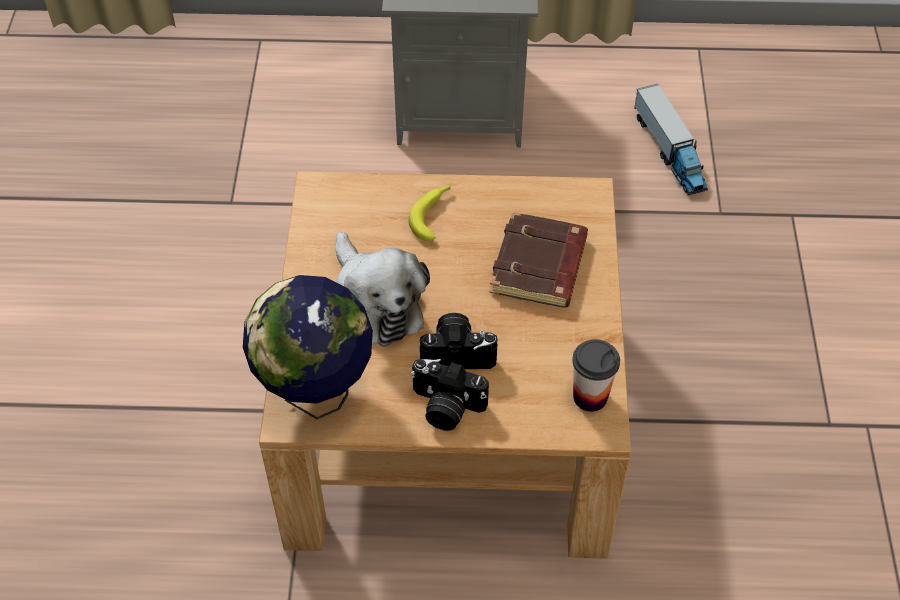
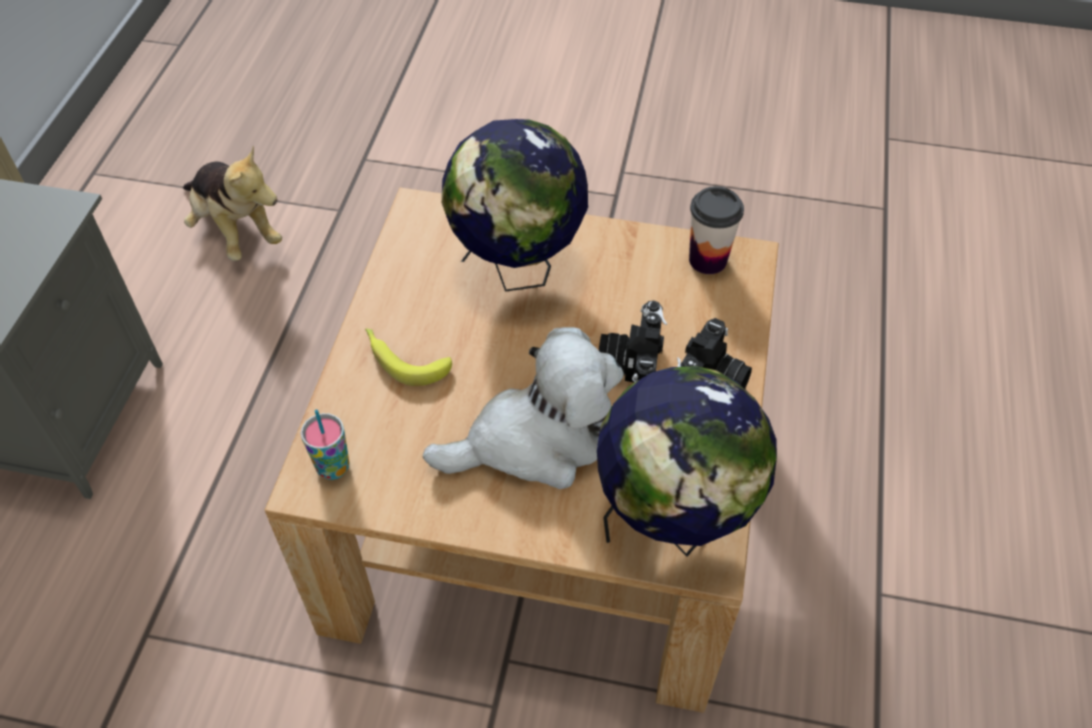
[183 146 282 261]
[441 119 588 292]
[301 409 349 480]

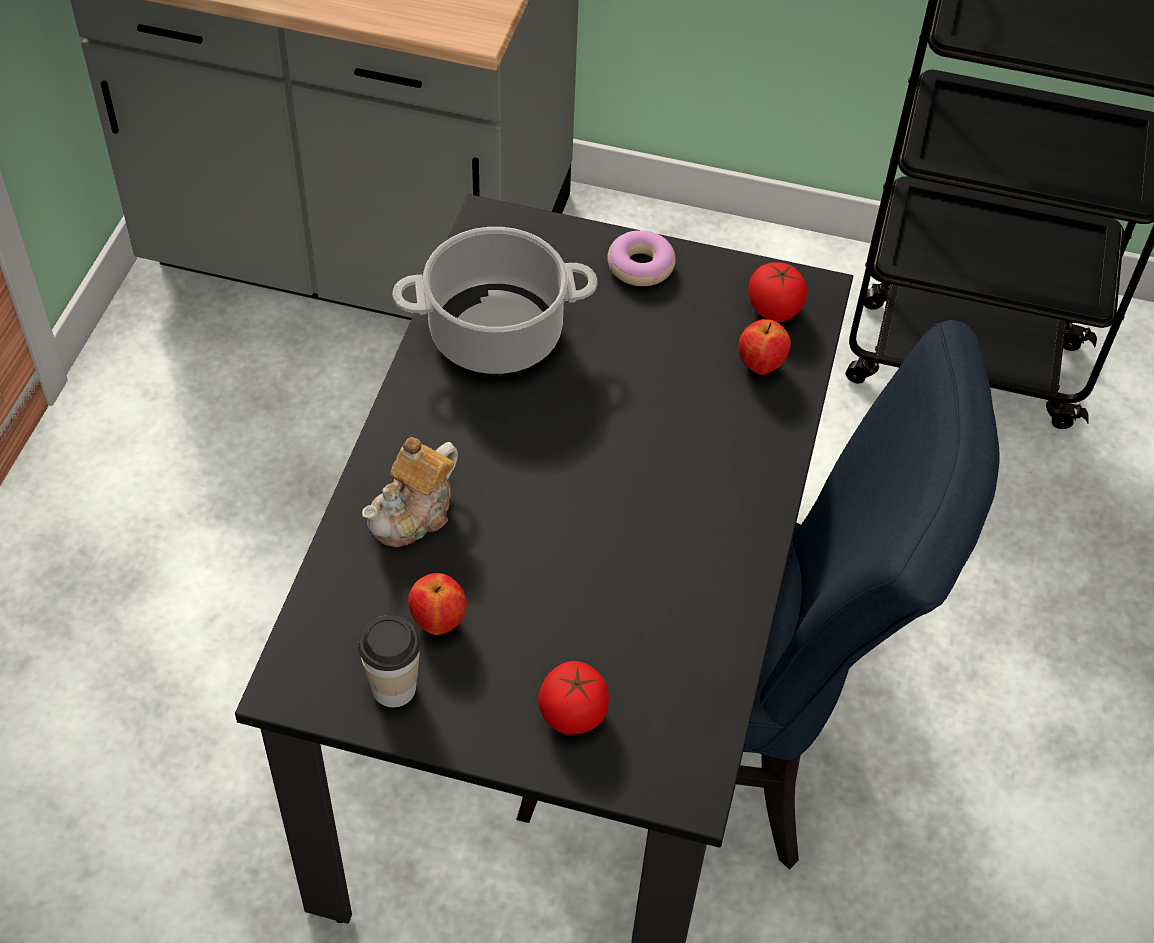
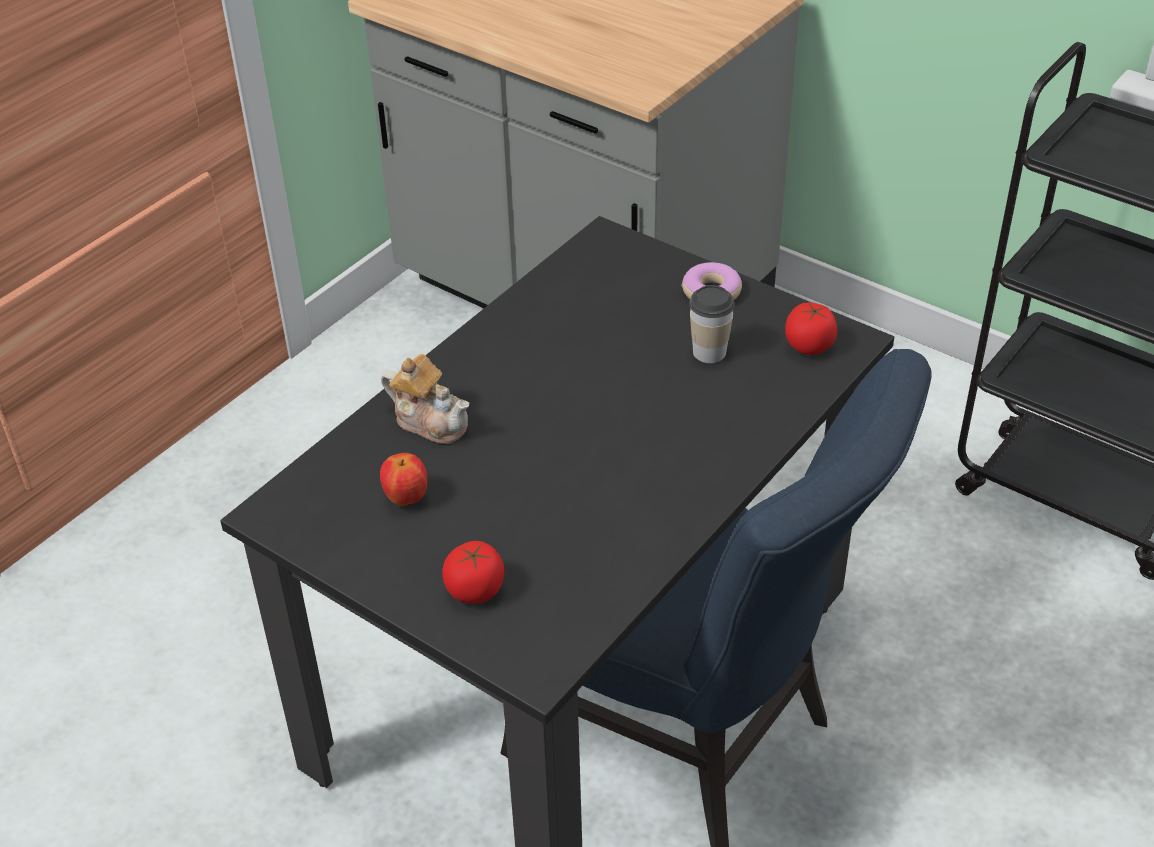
[393 227 597 375] (first image)
[738 319 791 375] (first image)
[381 354 469 444]
[689 285 735 363]

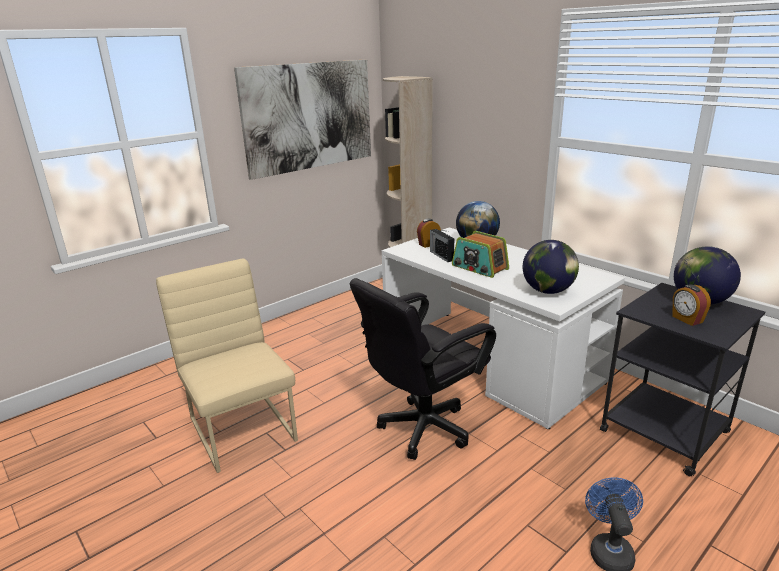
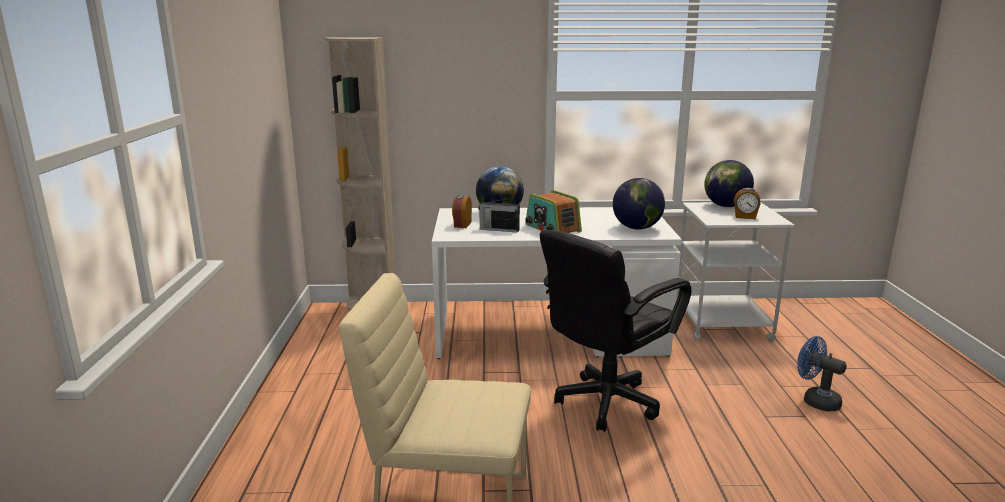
[234 60 371 180] (first image)
[525 190 582 233]
[540 229 692 432]
[676 202 794 341]

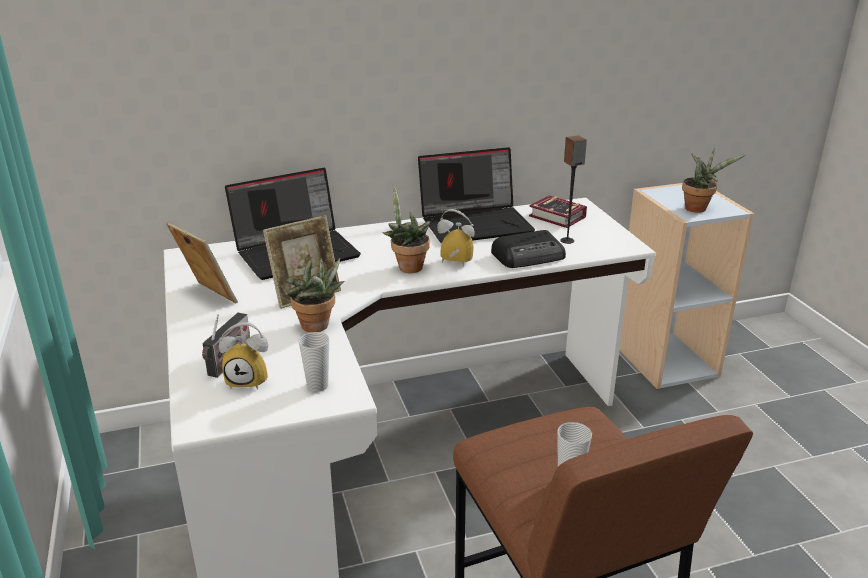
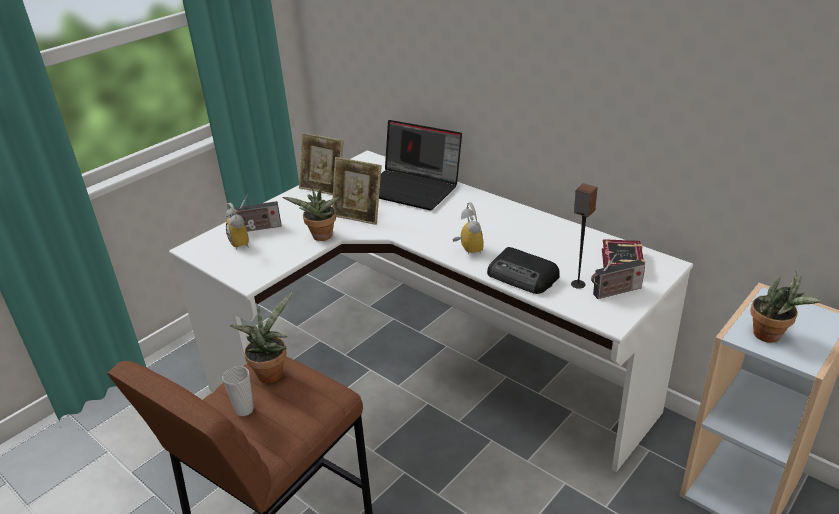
[418 147 535 244] (first image)
[230 292 293 383]
[299 133 344 195]
[298 332 329 392] (first image)
[591 254 645 299]

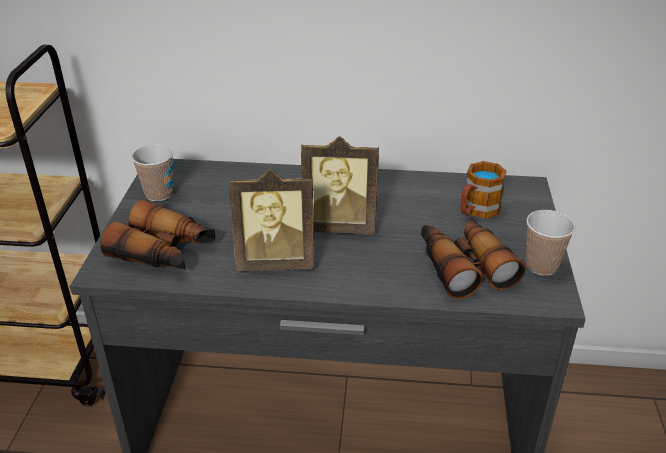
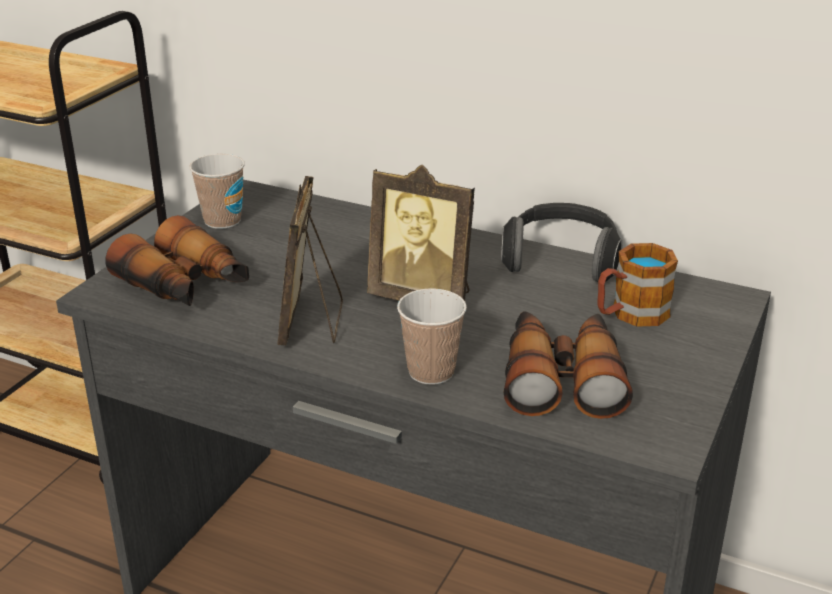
[277 176 343 345]
[397 288 467 385]
[501 203 622 282]

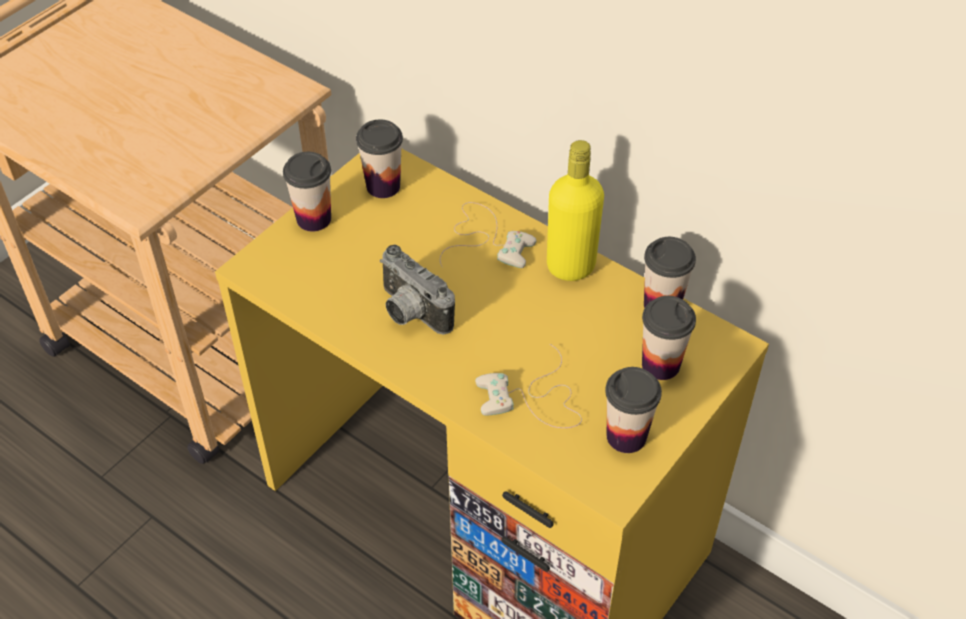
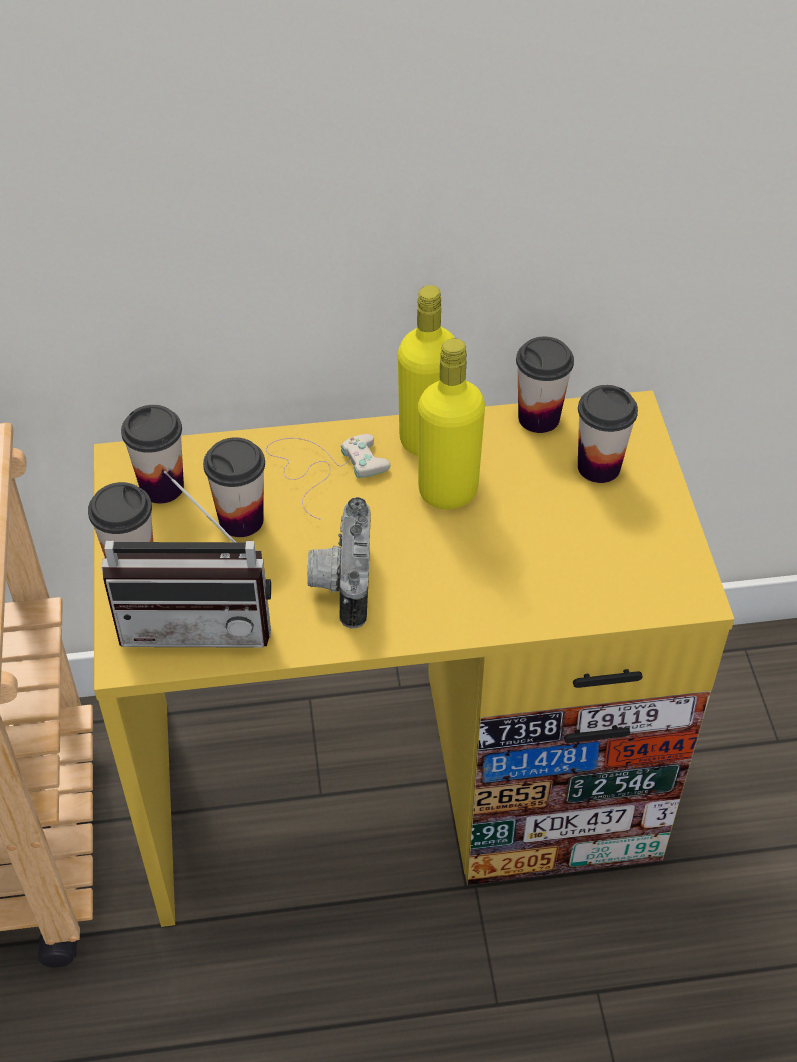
[307 497 371 629]
[475 344 582 428] (first image)
[203 437 265 537]
[418 339 485 509]
[101 471 271 648]

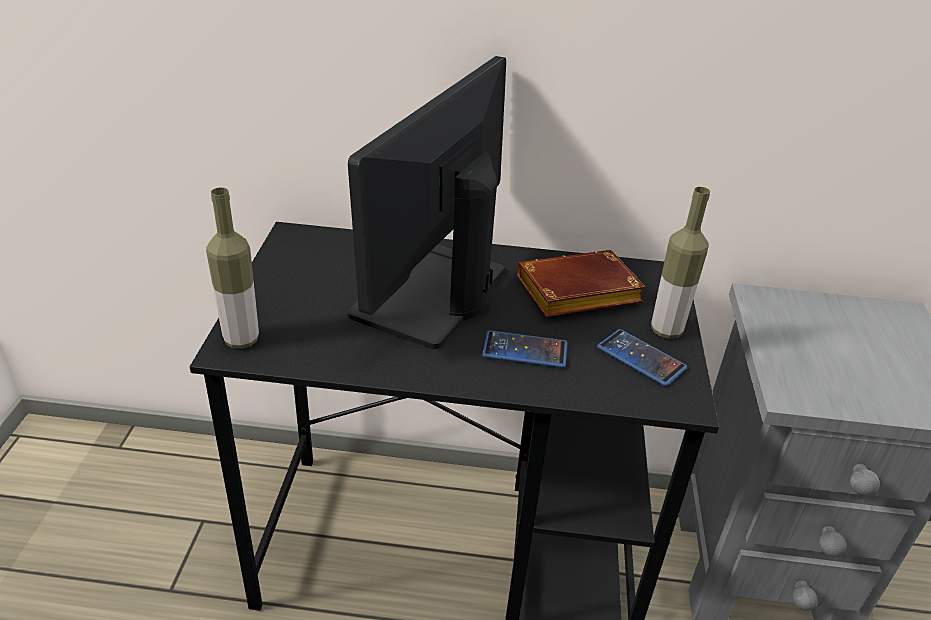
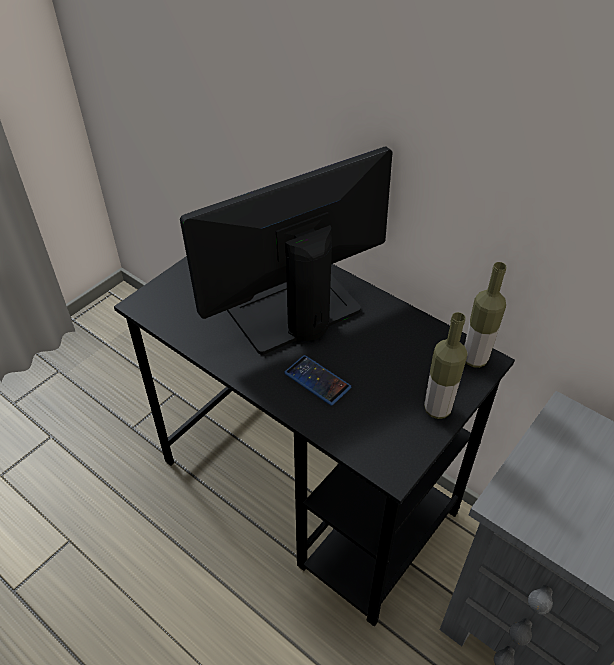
[464 262 507 368]
[517 250 646 317] (first image)
[597 329 687 386] (first image)

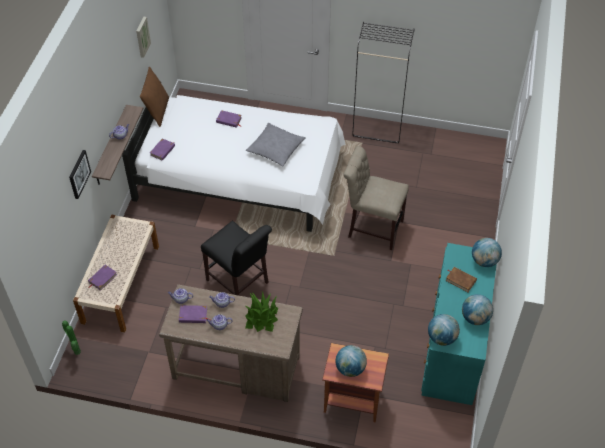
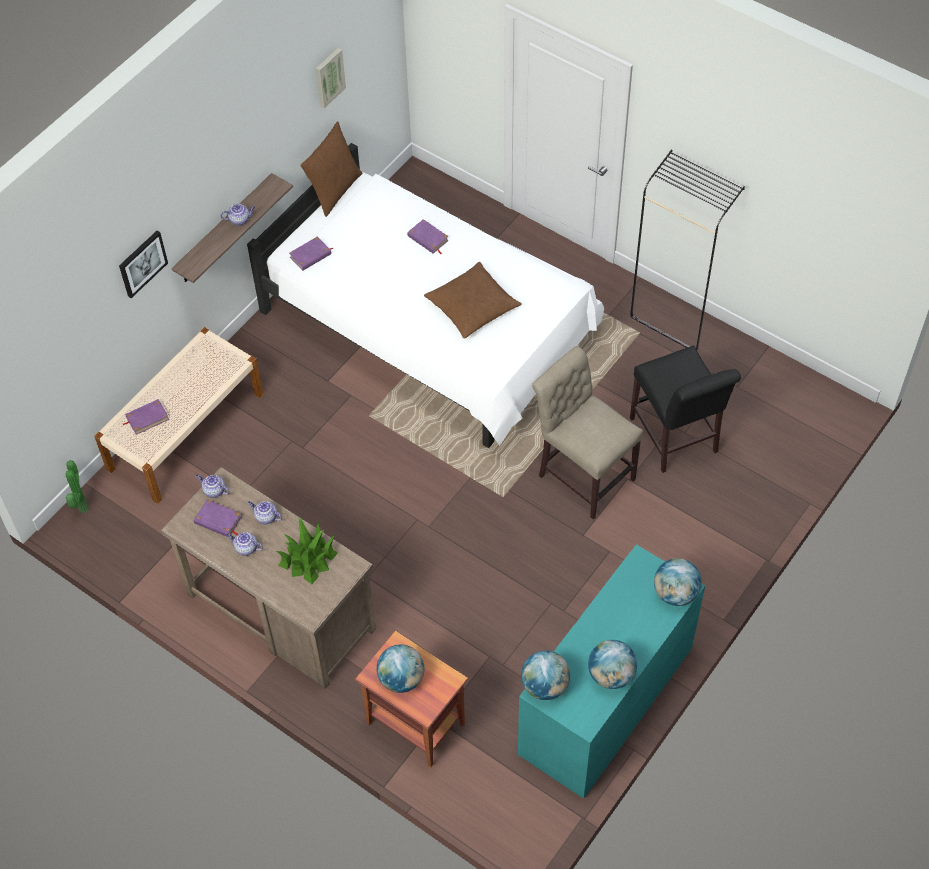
[424 262 522 339]
[630 345 741 473]
[445 267 477 292] (first image)

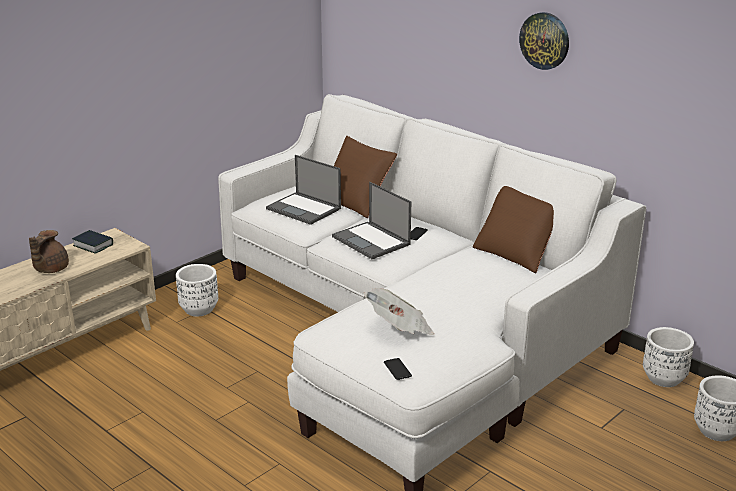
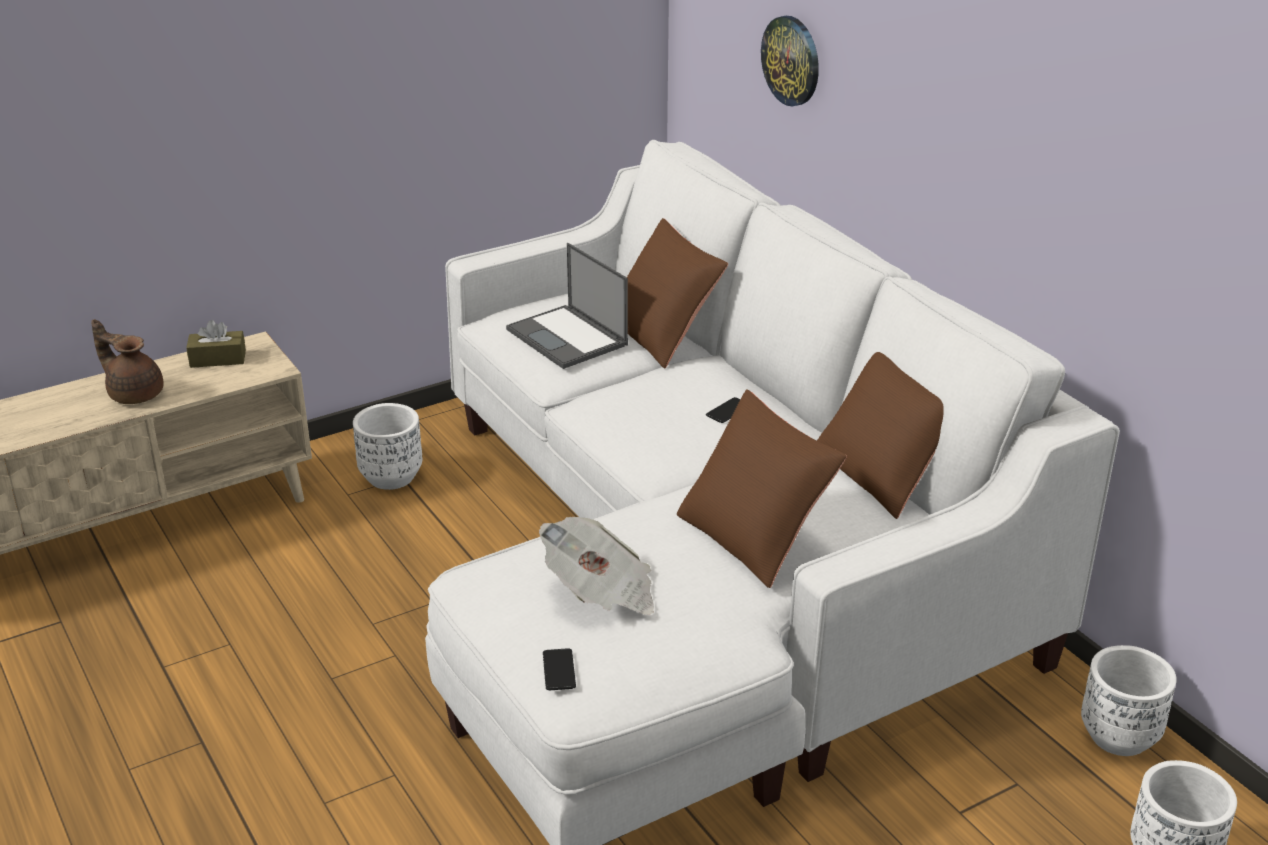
[761 16 819 106]
[332 182 411 259] (first image)
[91 319 164 404]
[186 320 246 368]
[677 389 847 588]

